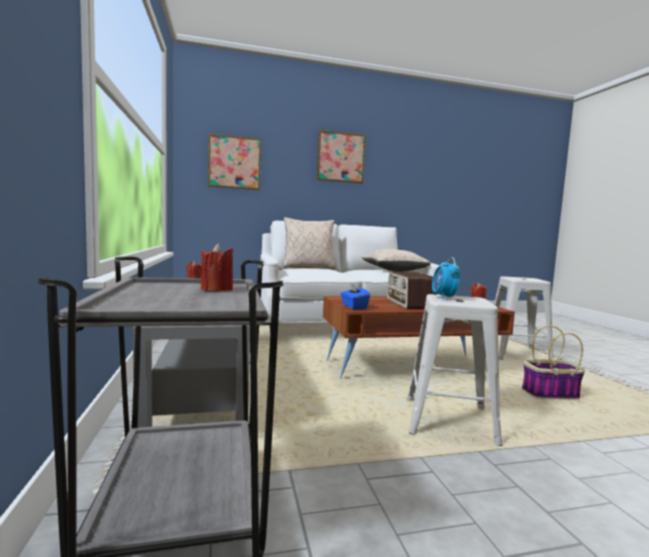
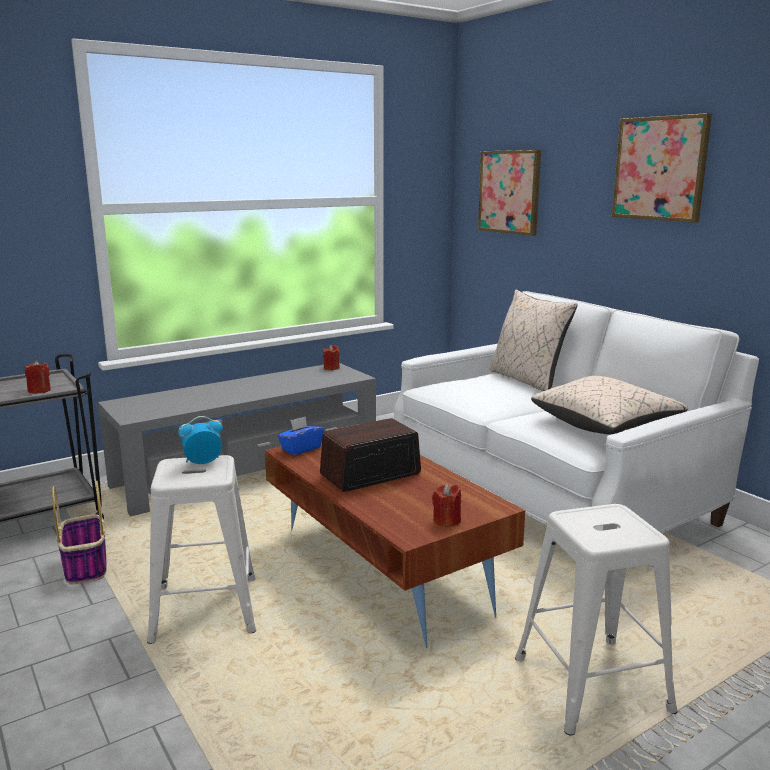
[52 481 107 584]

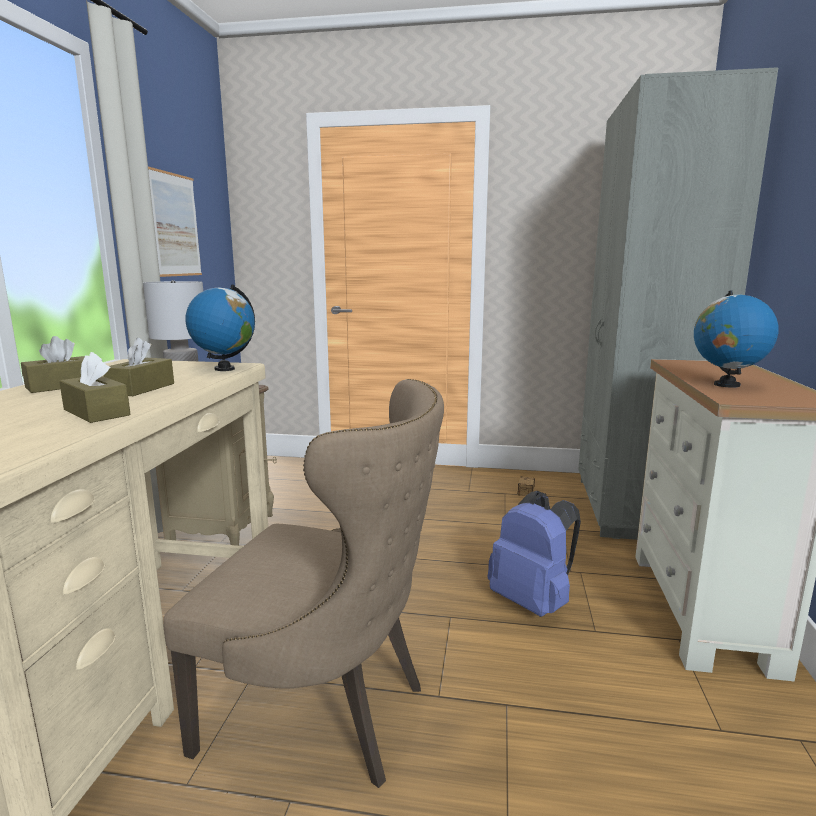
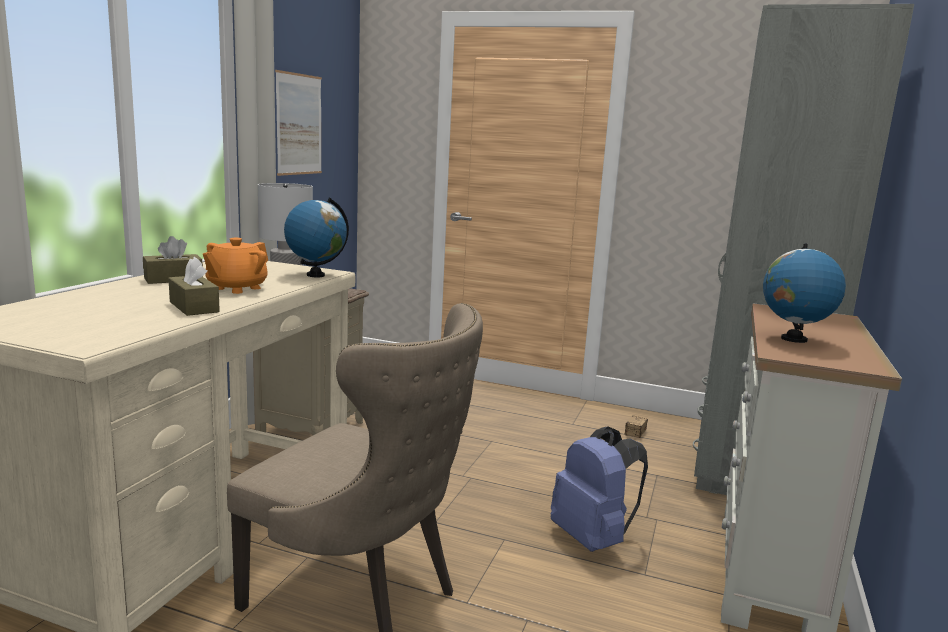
[203 238 268 294]

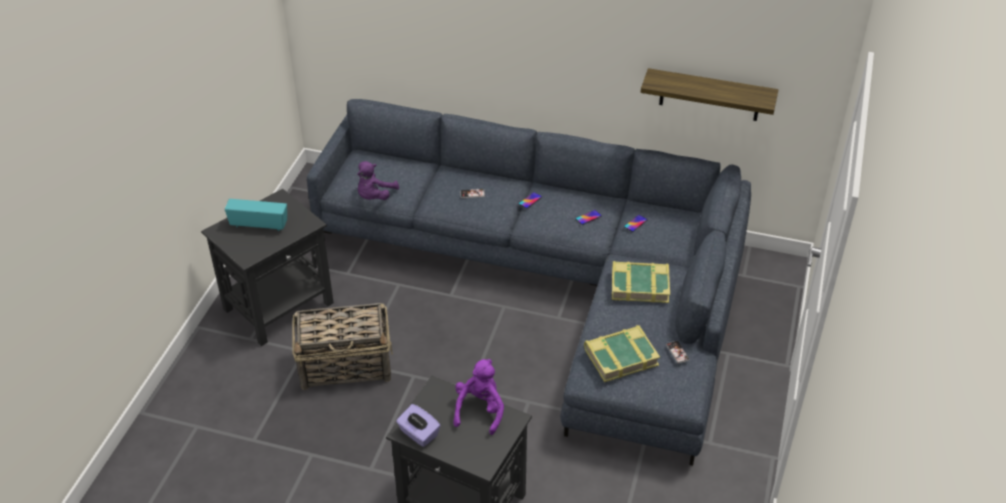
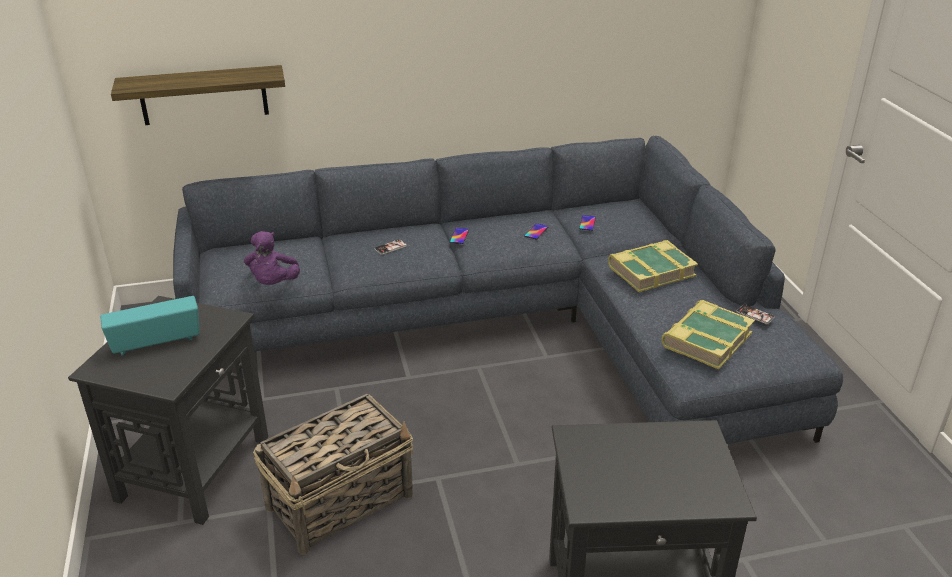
[111 65 285 125]
[453 359 504 435] (first image)
[396 404 441 447] (first image)

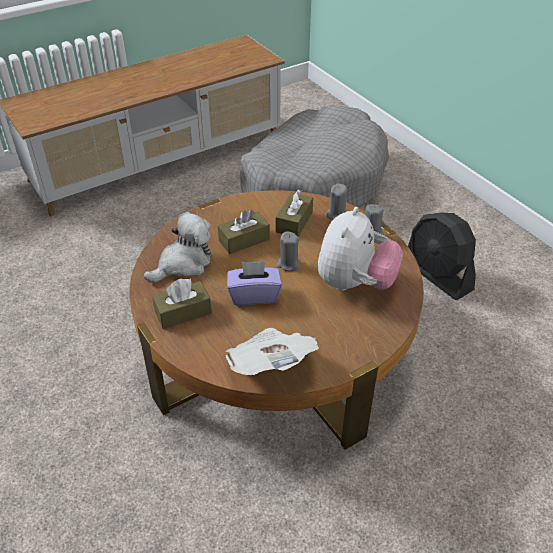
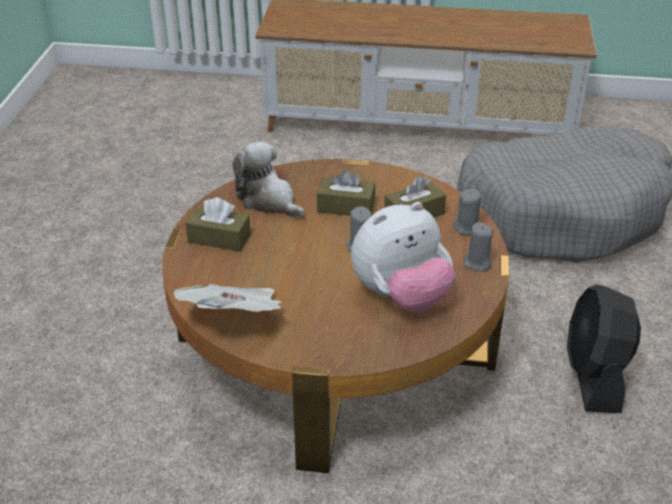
[232 141 304 218]
[227 262 282 305] (first image)

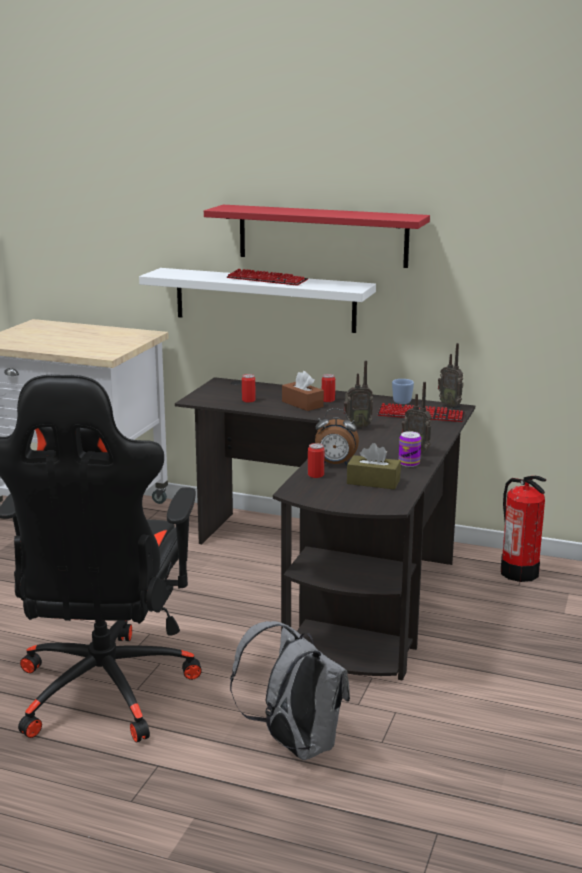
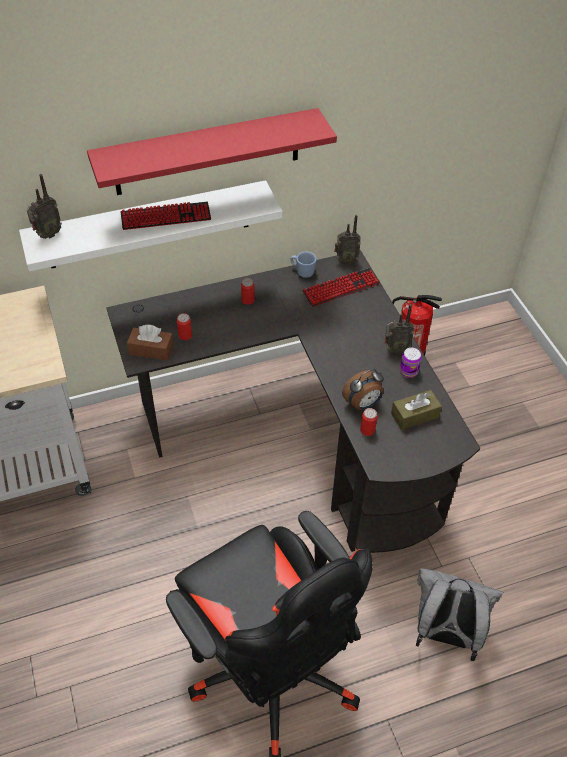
[27 174 62 239]
[127 325 174 361]

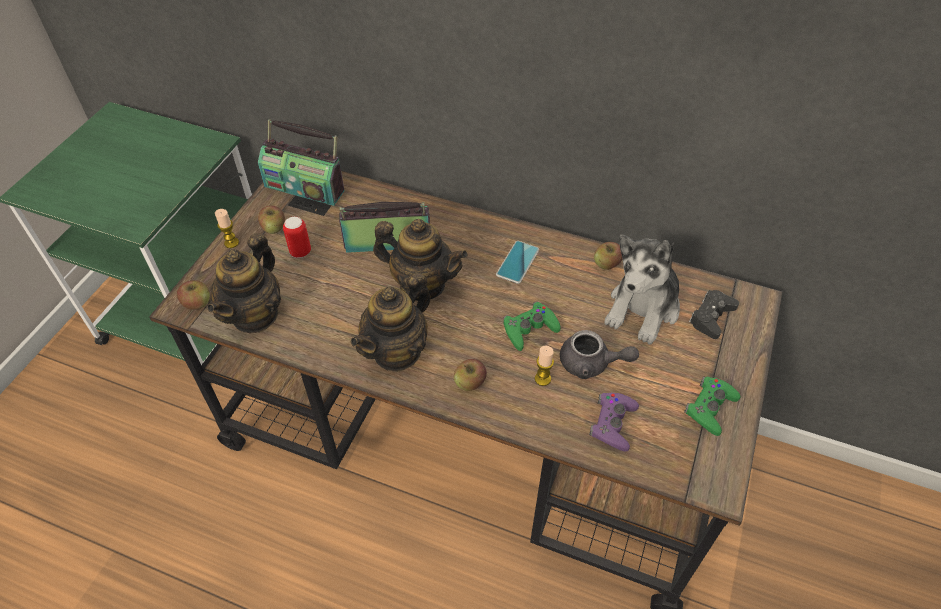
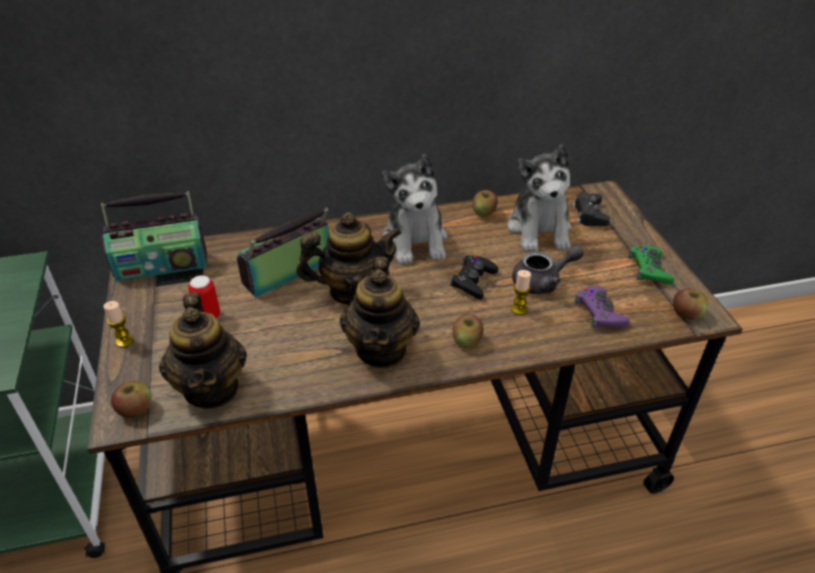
[673 288 708 320]
[382 154 448 264]
[450 255 498 299]

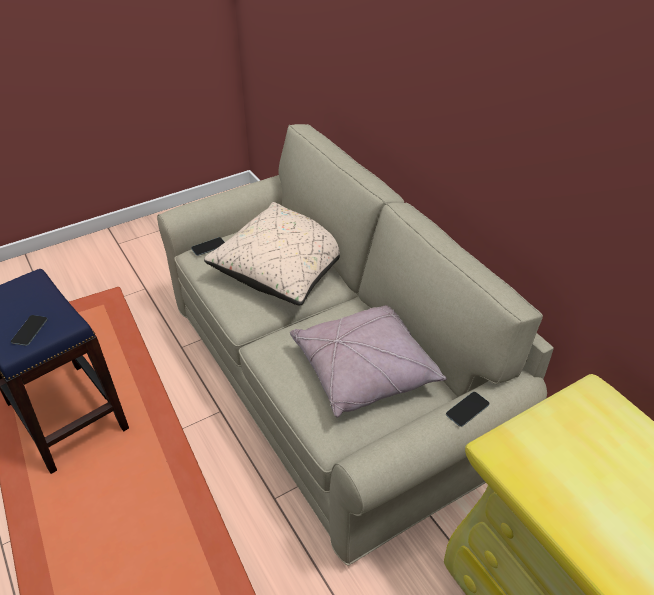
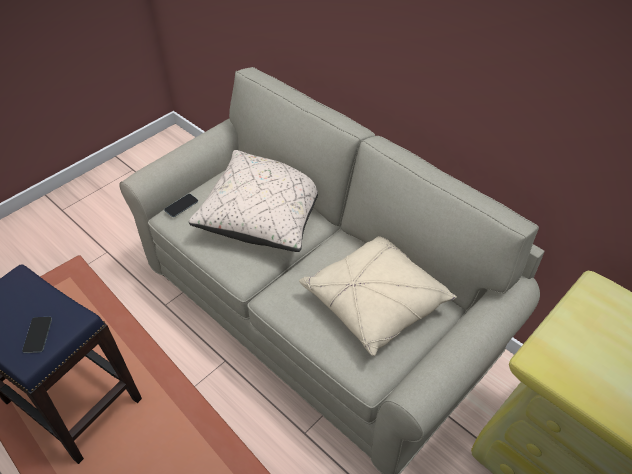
[299 236 457 356]
[446 392 489 427] (first image)

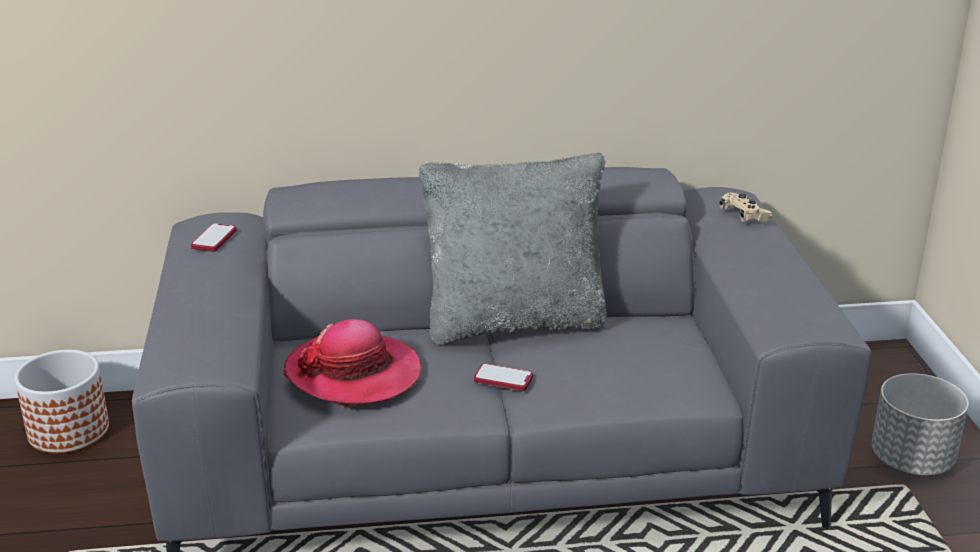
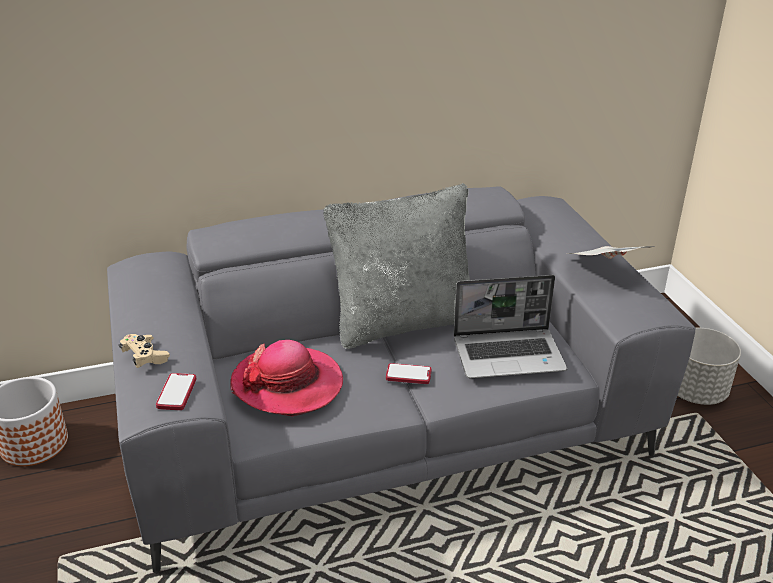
[119 334 170 368]
[156 373 197 410]
[569 246 654 259]
[454 275 567 378]

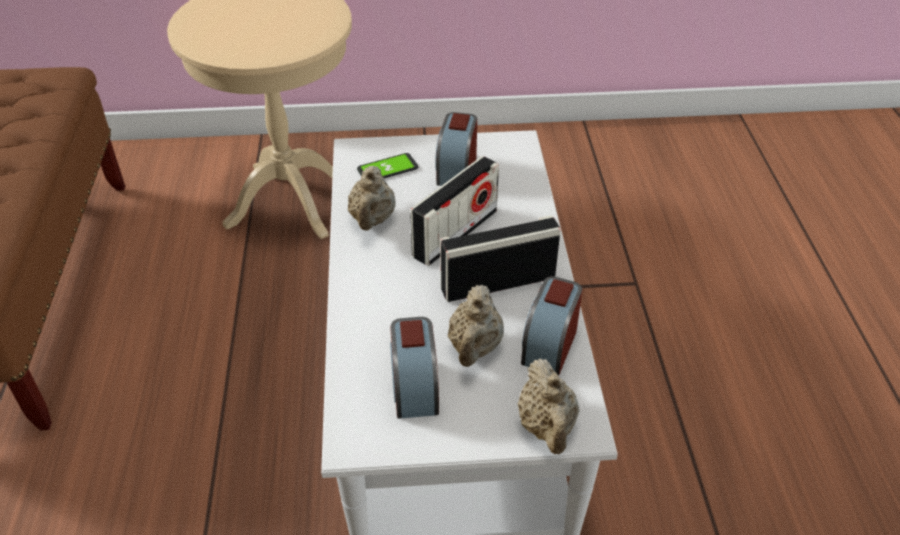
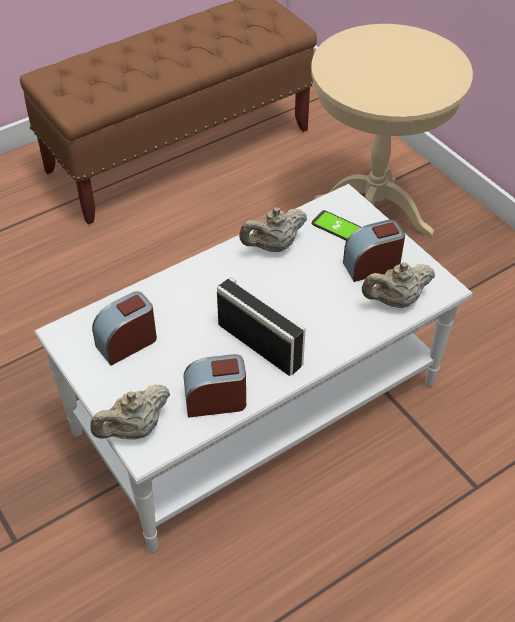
[410 156 499 266] (first image)
[362 262 435 308]

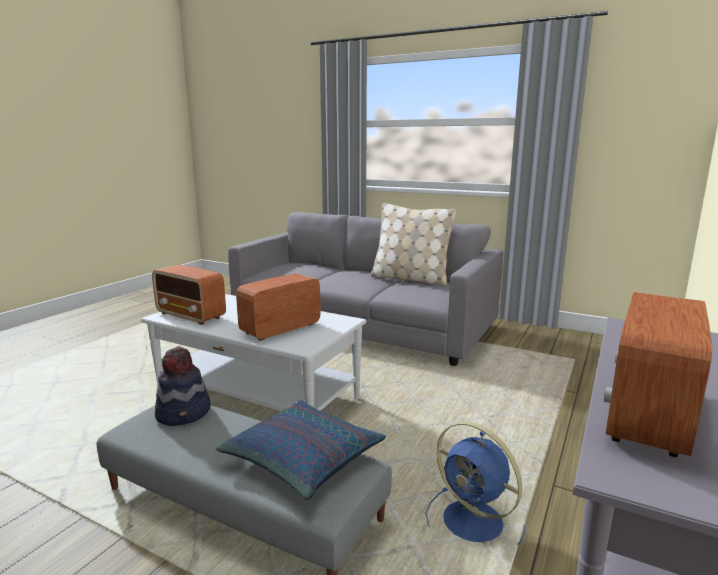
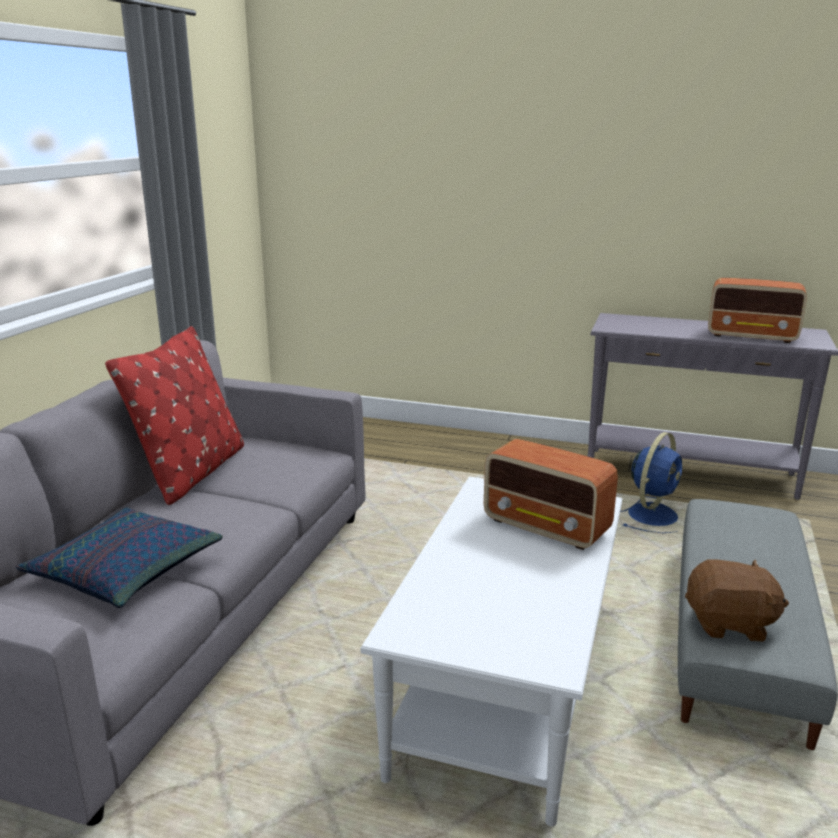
[105 326 244 505]
[152 265 226 325] (first image)
[685 559 789 642]
[16 508 223 608]

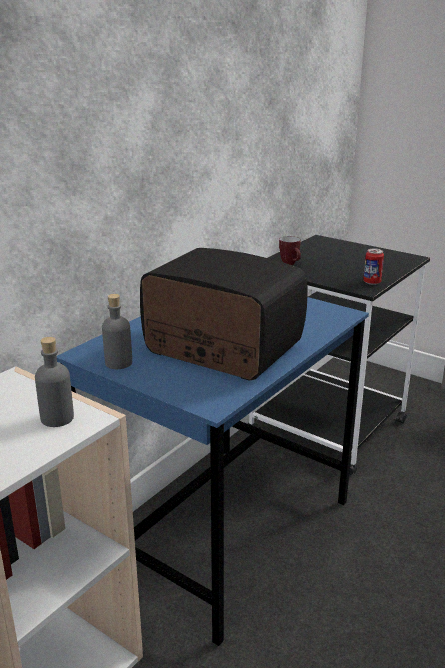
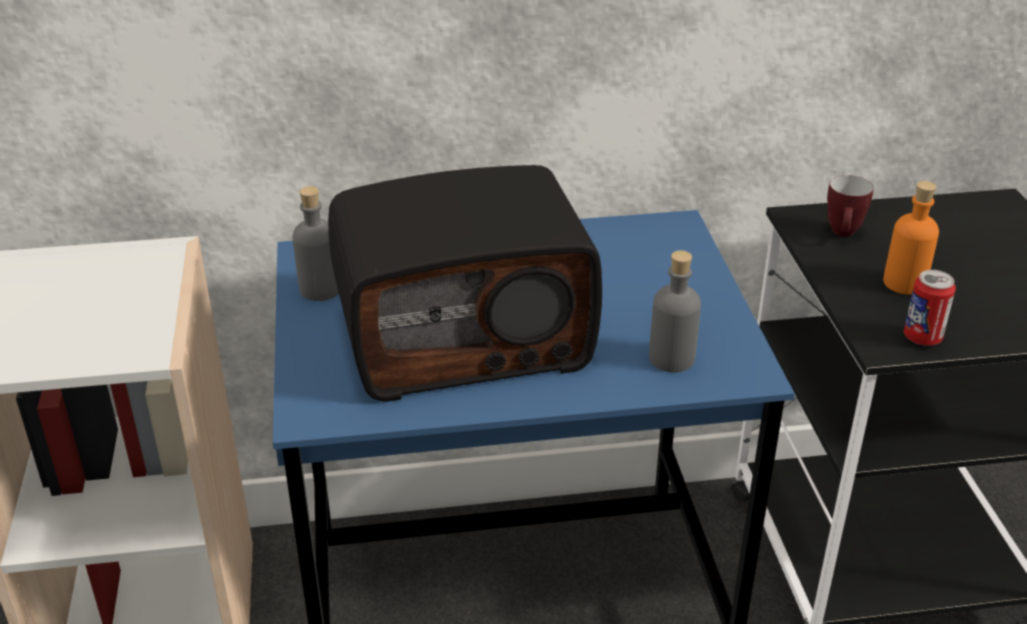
[328 165 602 402]
[649 250 701 372]
[883 181 939 295]

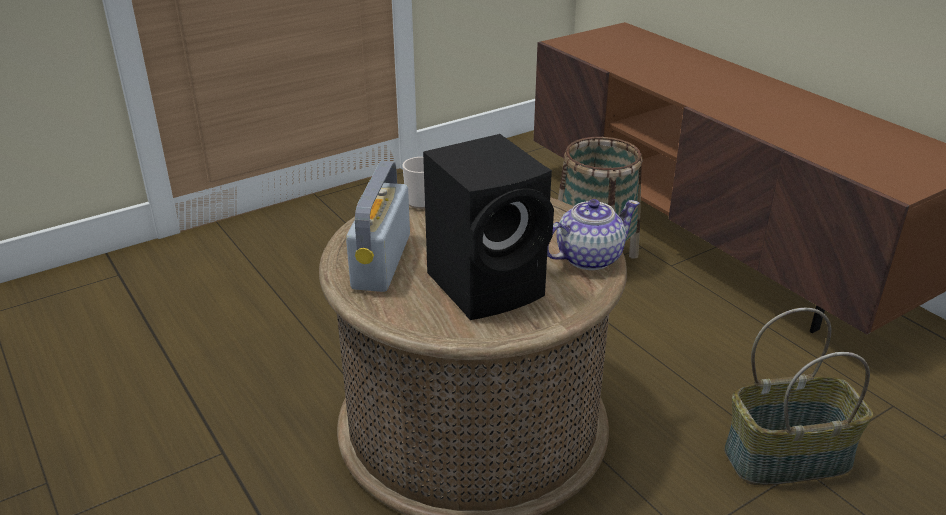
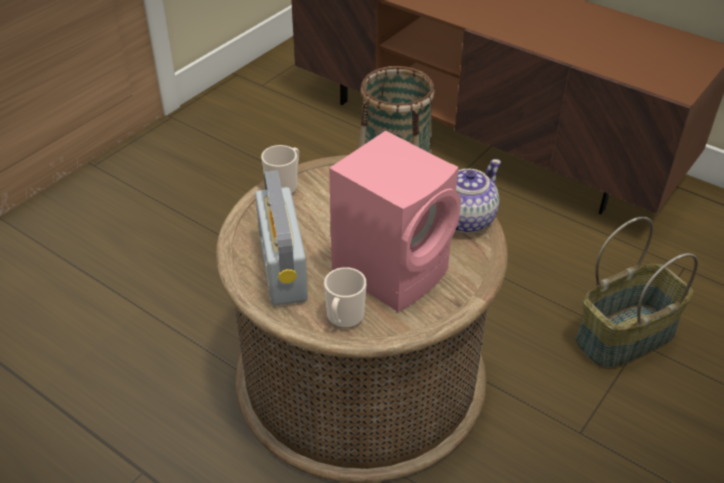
[329 131 461 312]
[324 267 366 329]

